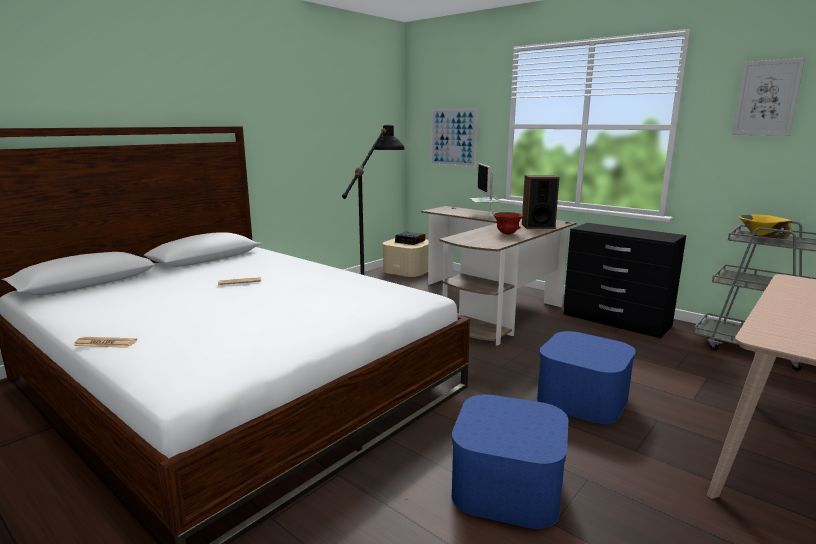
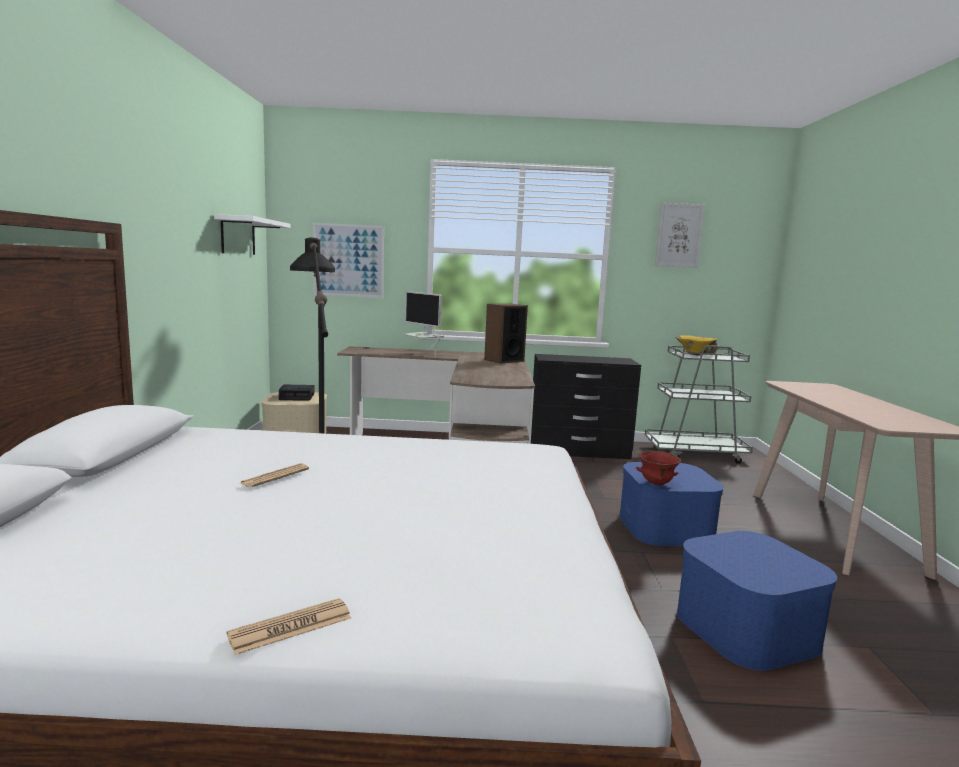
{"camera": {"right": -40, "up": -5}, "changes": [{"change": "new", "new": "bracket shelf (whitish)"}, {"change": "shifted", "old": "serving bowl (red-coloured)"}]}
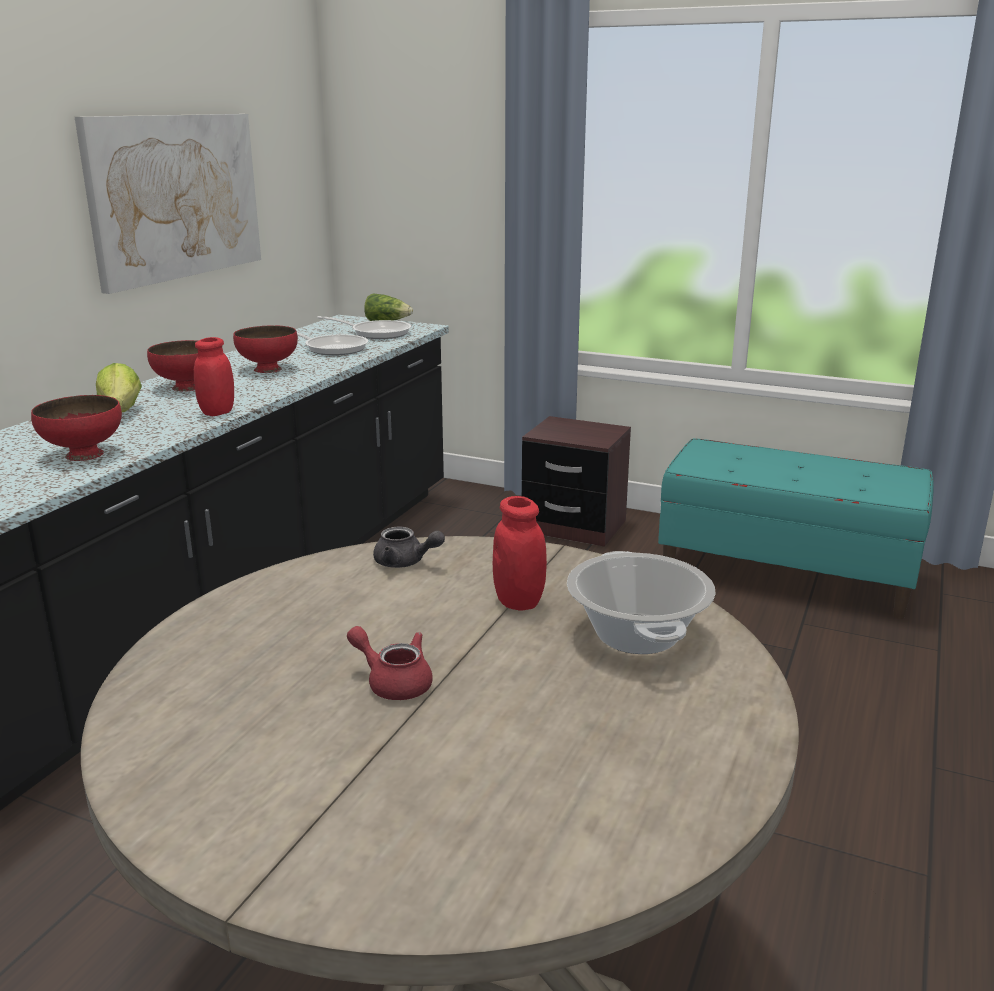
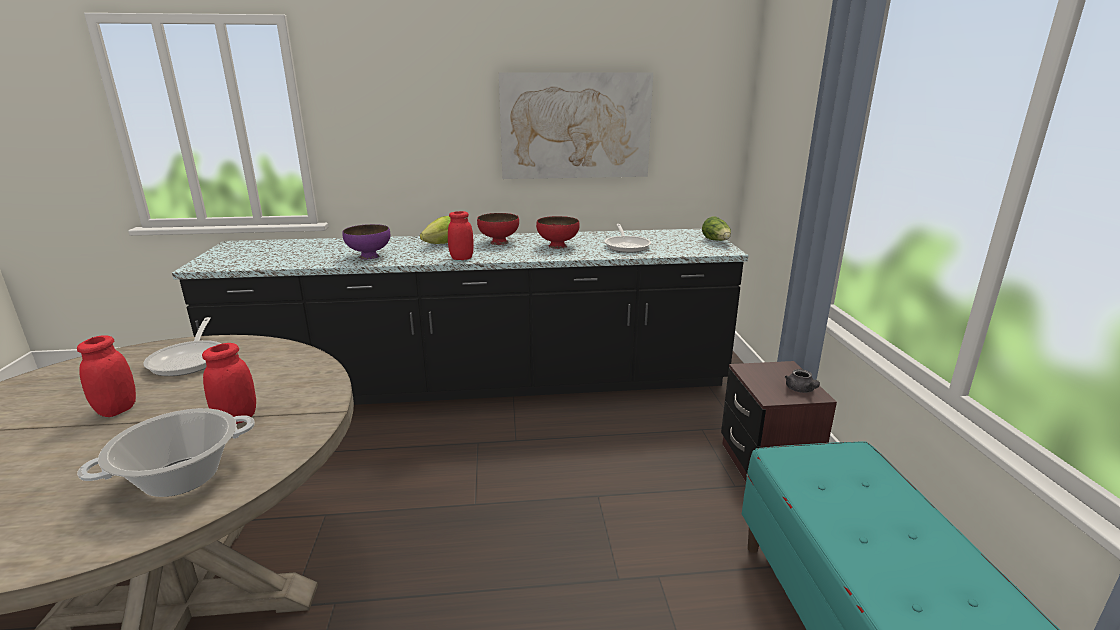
{"camera": {"right": 60, "up": 0}, "changes": [{"change": "shifted", "old": "skillet (no. 2 from left in the first image)", "new": "skillet (no. 1 from left)"}, {"change": "shifted", "old": "pot for tea (grey)"}, {"change": "swapped", "old": "pot for tea (red-coloured)", "new": "jar (red-coloured) (no. 1 from left)"}, {"change": "repainted", "old": "serving bowl (red-coloured) (no. 1 from left)", "new": "serving bowl (purple)"}]}
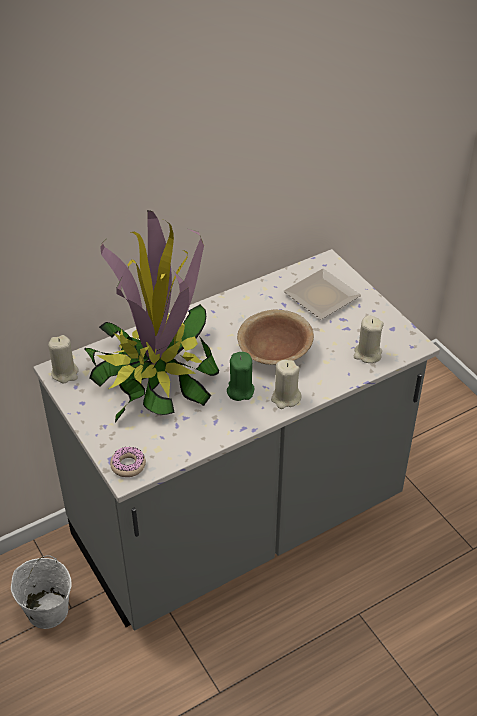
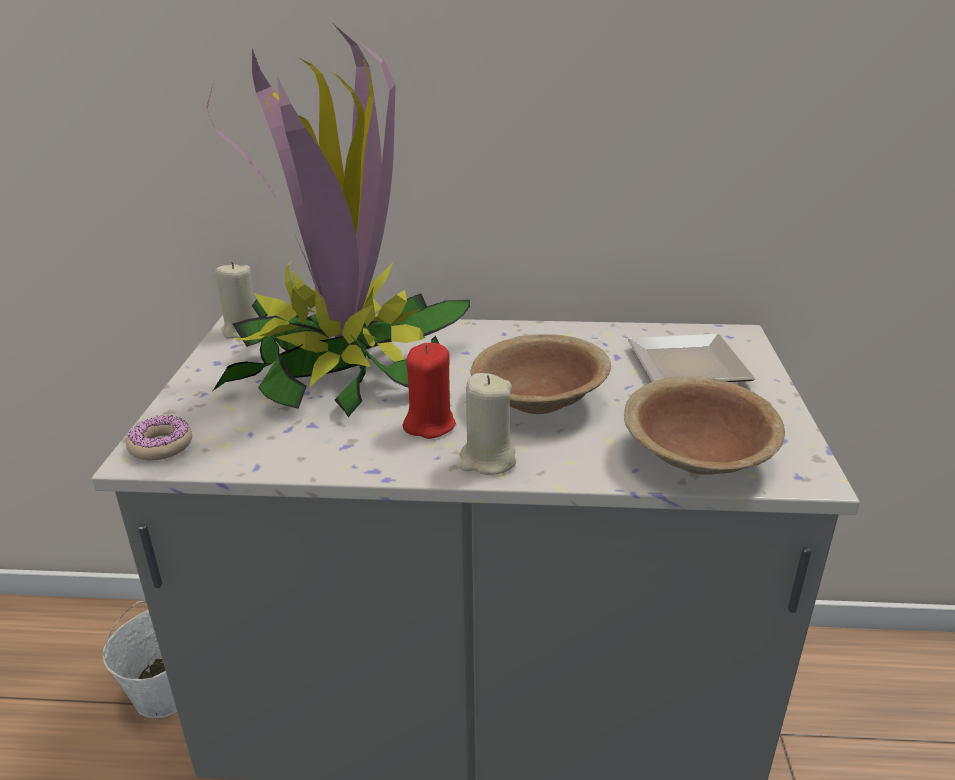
{"camera": {"right": 35, "up": -15}, "changes": [{"change": "swapped", "old": "candle (beige-coloured) (no. 3 from left)", "new": "serving bowl (brown-coloured) (no. 2 from left)"}, {"change": "repainted", "old": "candle (green)", "new": "candle (red-coloured)"}]}
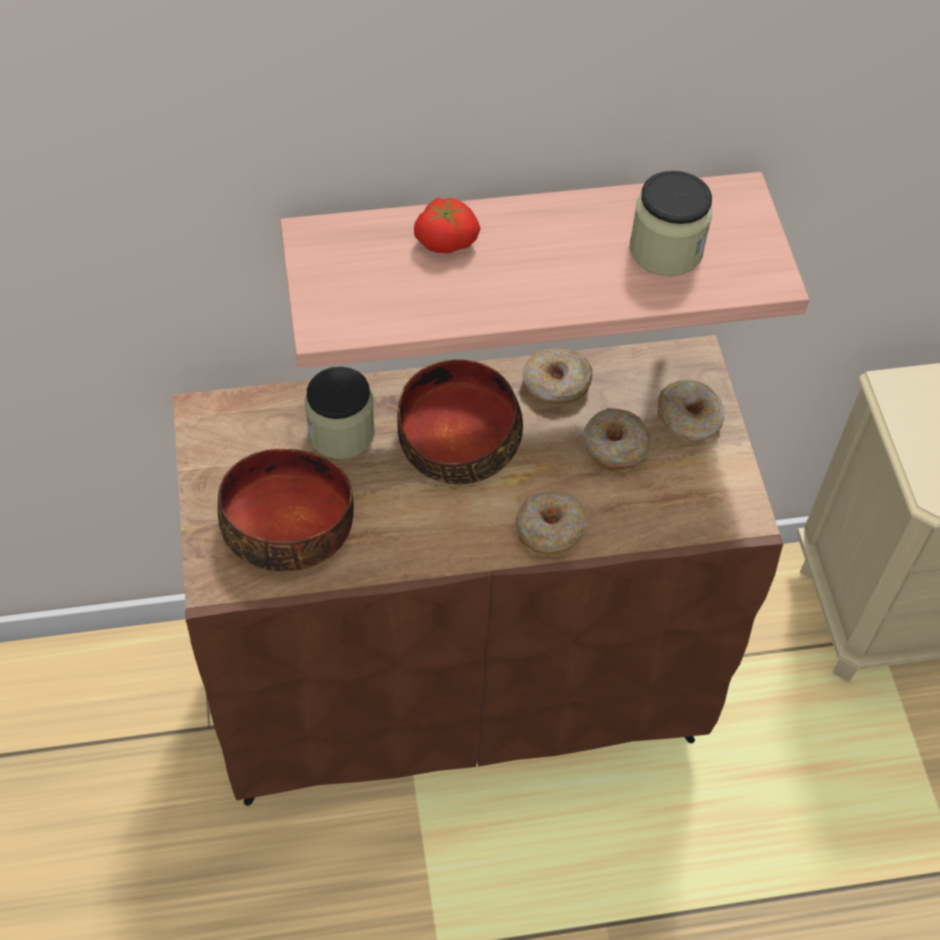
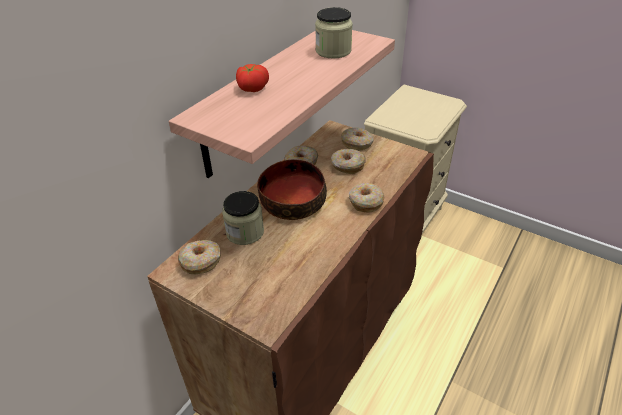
{"camera": {"right": -45, "up": -15}, "changes": [{"change": "gone", "old": "serving bowl (no. 1 from left)"}, {"change": "new", "new": "doughnut (no. 1 from left)"}]}
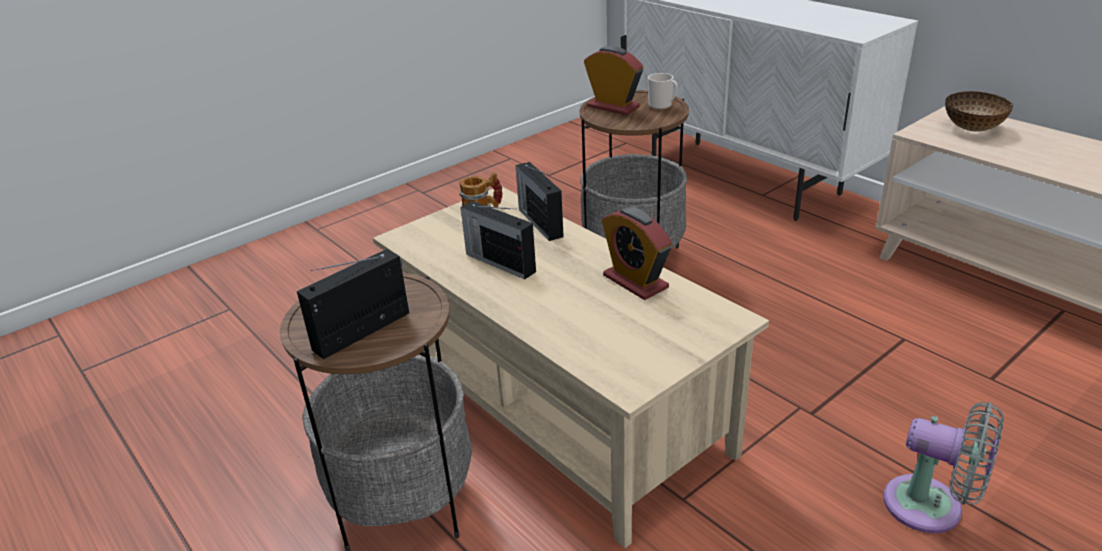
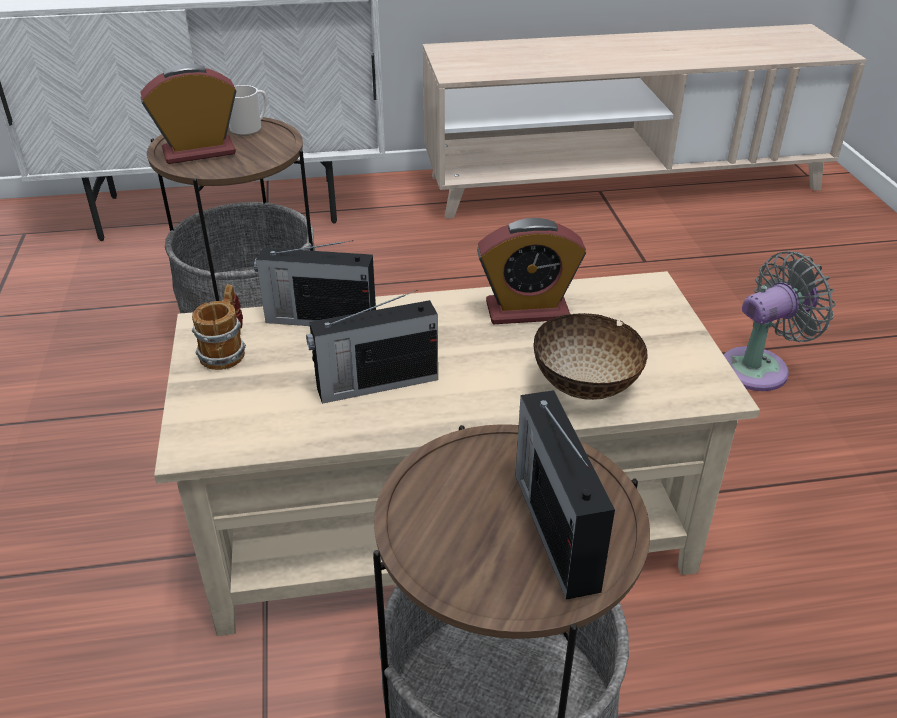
{"camera": {"right": -60, "up": 5}, "changes": [{"change": "shifted", "old": "serving bowl"}]}
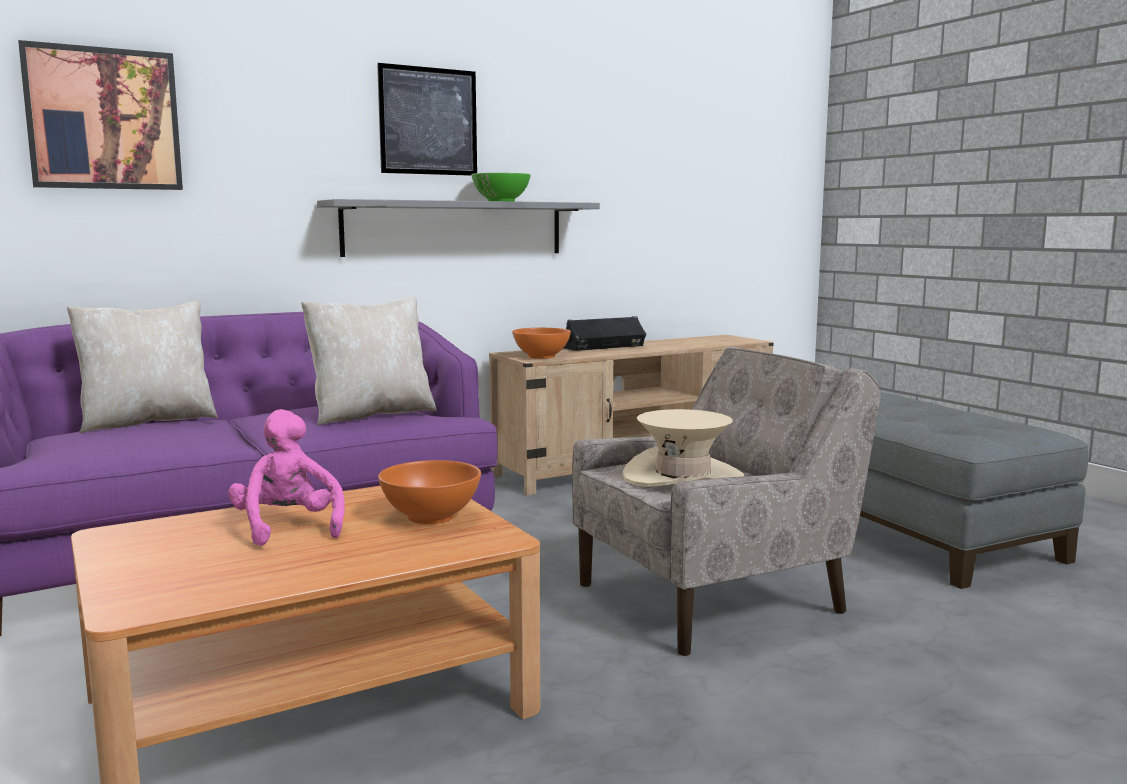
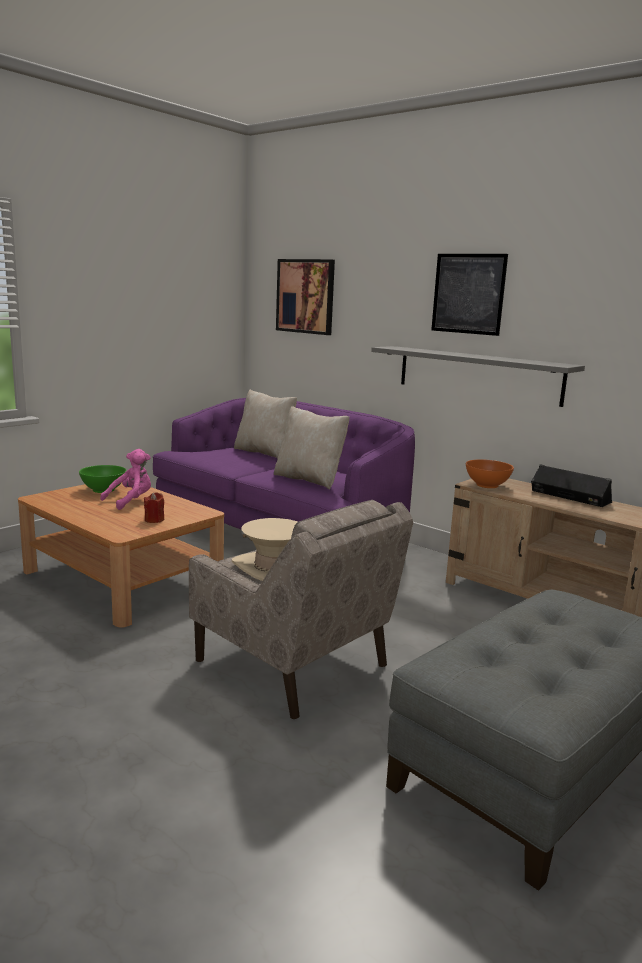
{"camera": {"right": 70, "up": 5}, "changes": [{"change": "shifted", "old": "serving bowl (green)"}, {"change": "swapped", "old": "serving bowl (orange) (no. 1 from left)", "new": "candle (red-coloured)"}]}
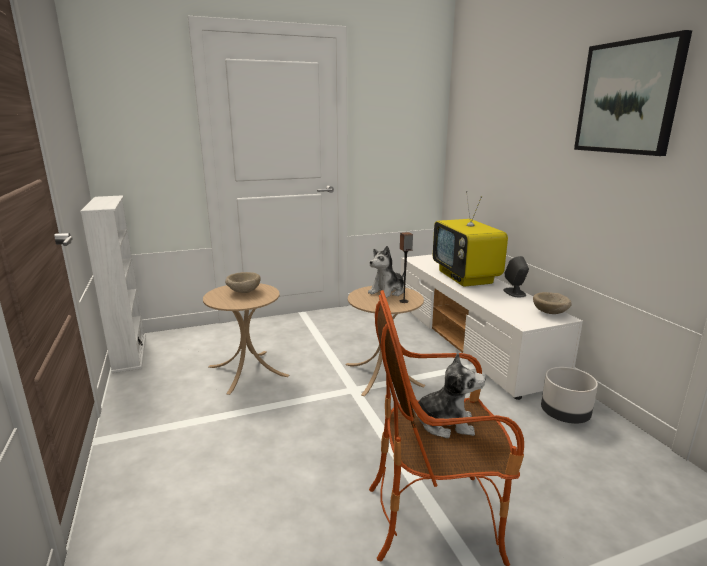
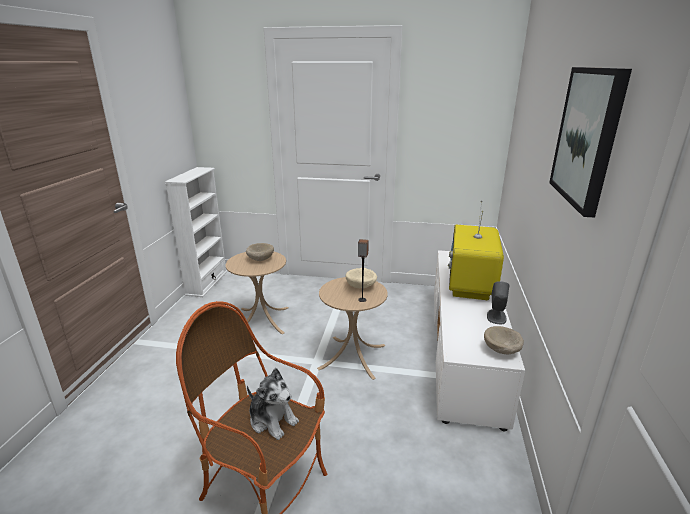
{"camera": {"right": 30, "up": 5}, "changes": [{"change": "gone", "old": "plant pot (grey)"}, {"change": "swapped", "old": "soft toy (no. 1 from left)", "new": "serving bowl (beige-coloured) (no. 2 from left)"}]}
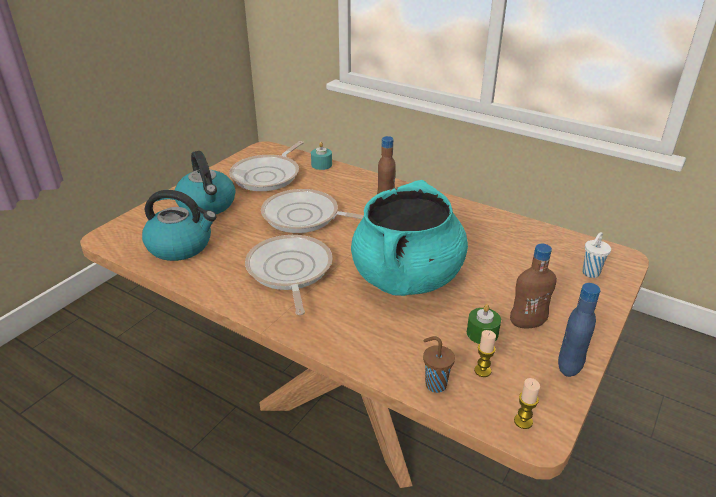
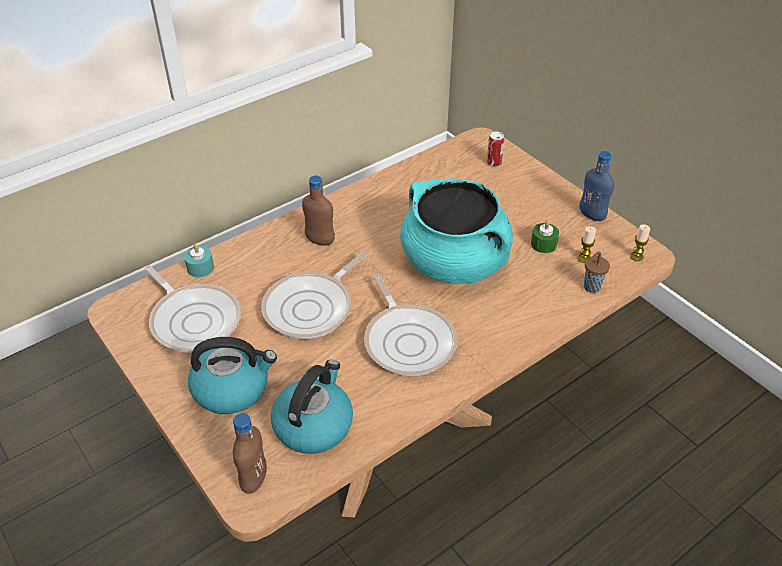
{"camera": {"right": -70, "up": 10}, "changes": [{"change": "shifted", "old": "beverage bottle (brown-coloured) (no. 2 from left in the first image)", "new": "beverage bottle (brown-coloured) (no. 1 from left)"}, {"change": "swapped", "old": "small cup (whitish)", "new": "can"}, {"change": "rotated", "old": "skillet (no. 2 from left in the first image)", "degrees": -120}]}
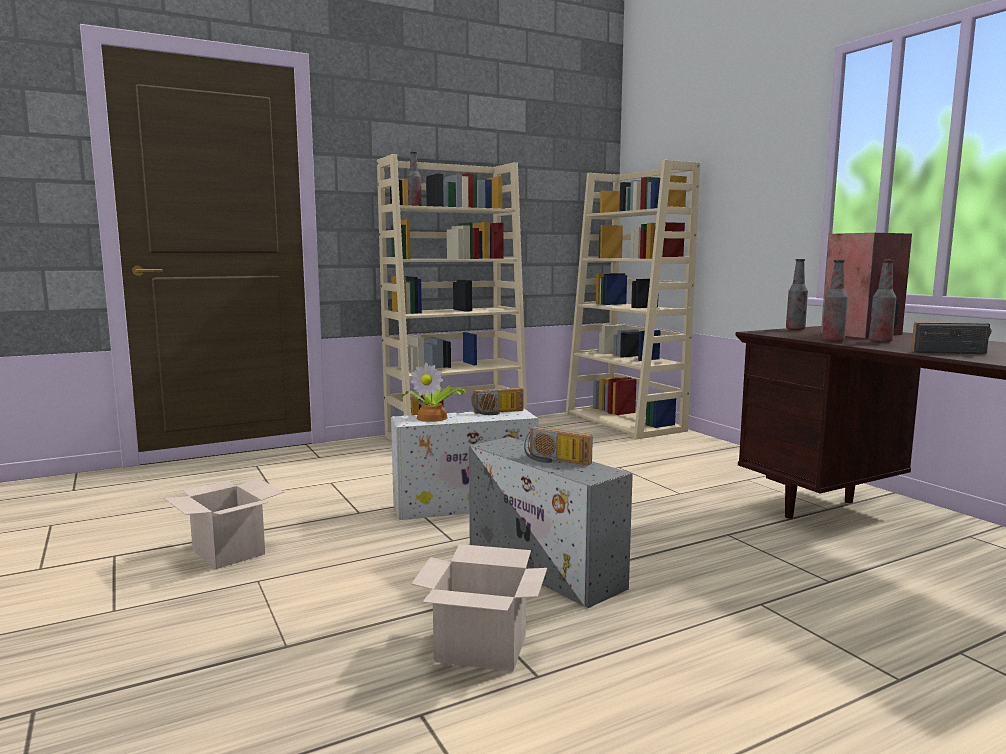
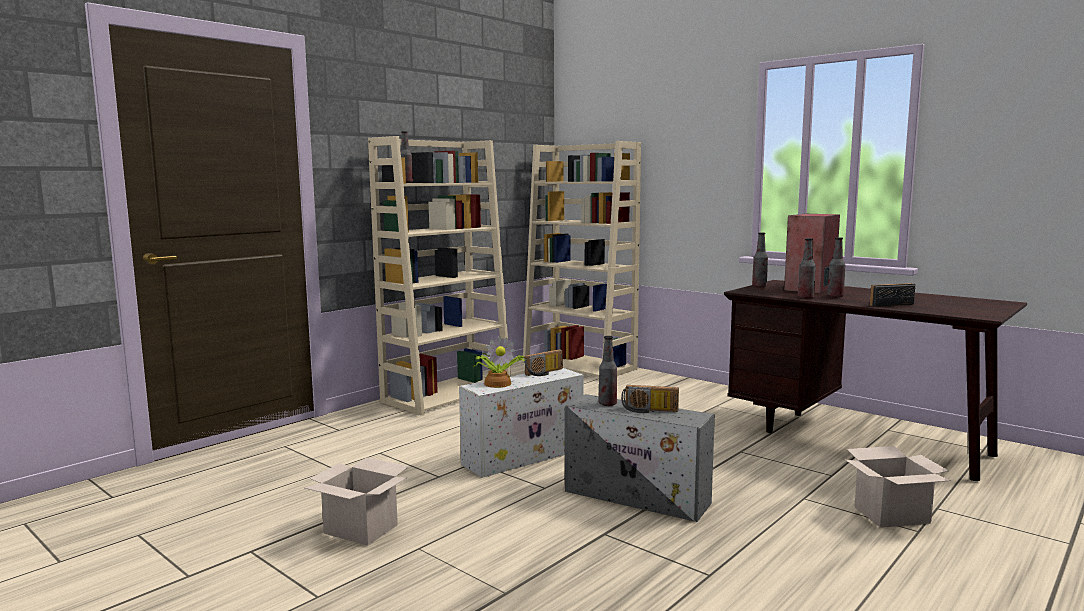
{"camera": {"right": -20, "up": 0}, "changes": [{"change": "new", "new": "beverage bottle (no. 2 from left)"}, {"change": "shifted", "old": "cardboard box (no. 2 from left)"}]}
